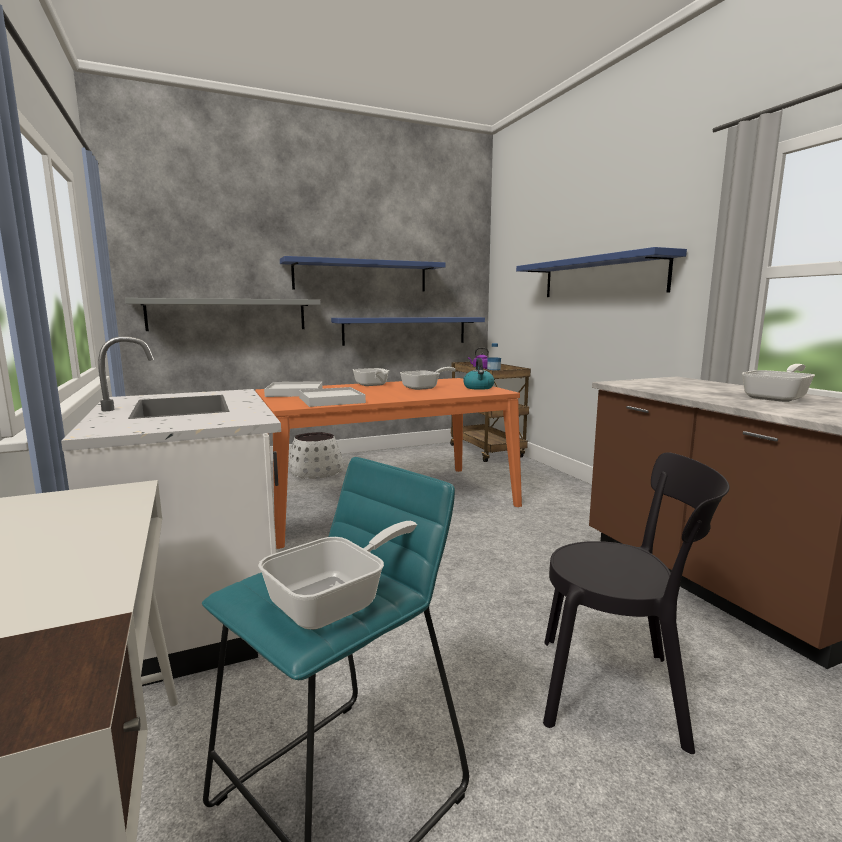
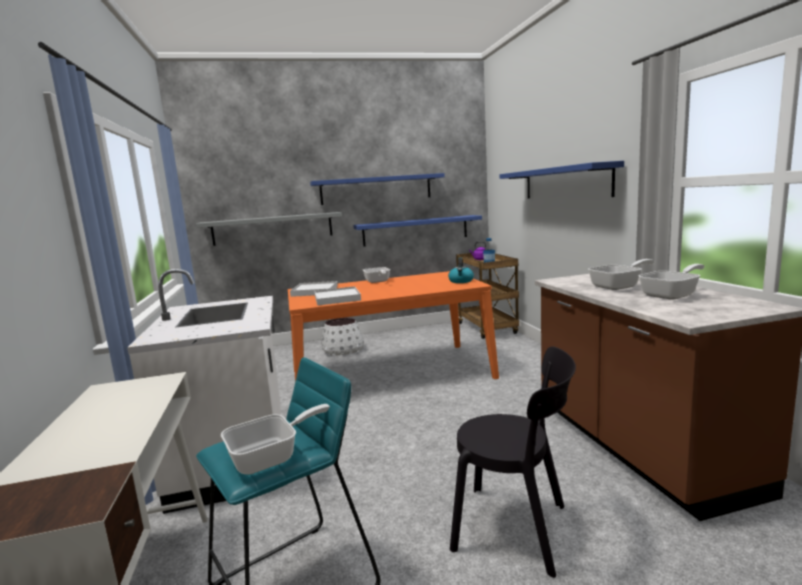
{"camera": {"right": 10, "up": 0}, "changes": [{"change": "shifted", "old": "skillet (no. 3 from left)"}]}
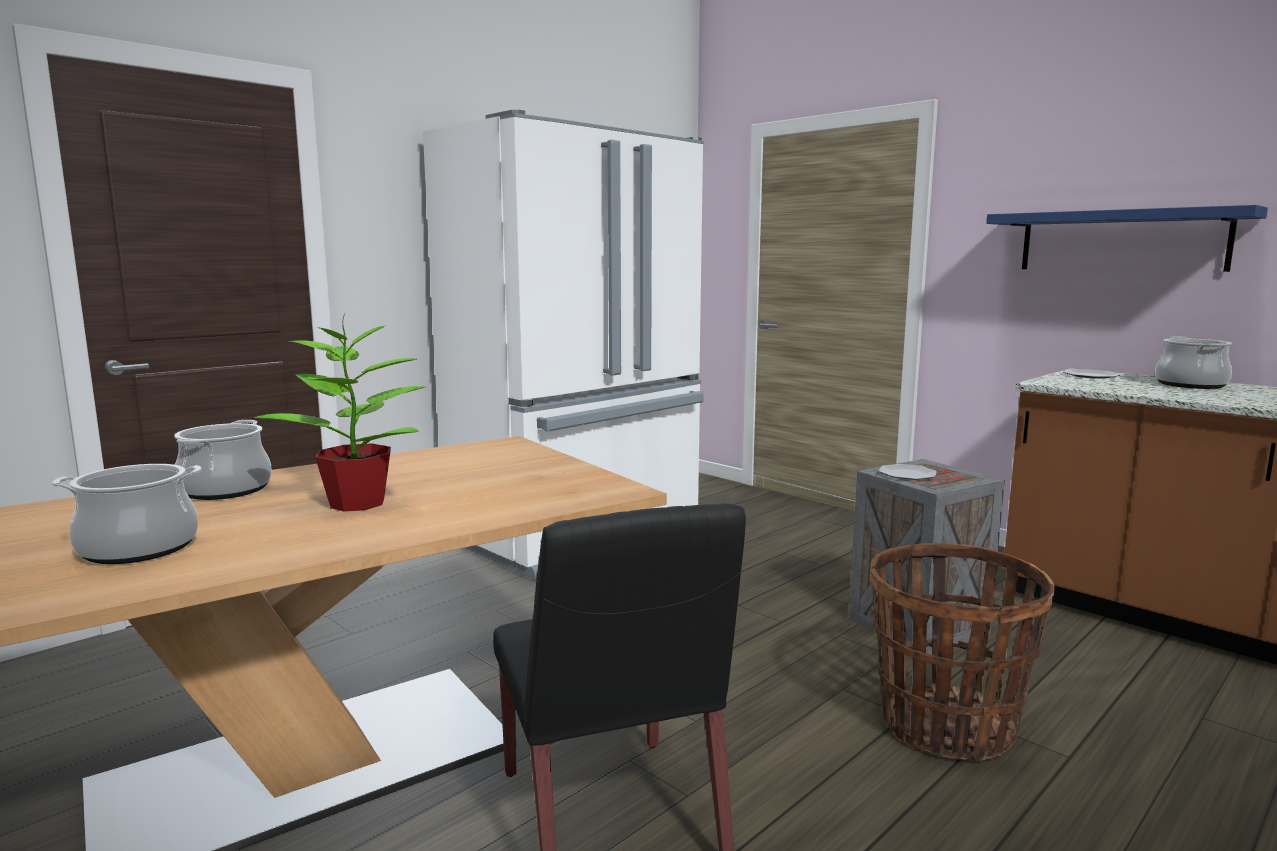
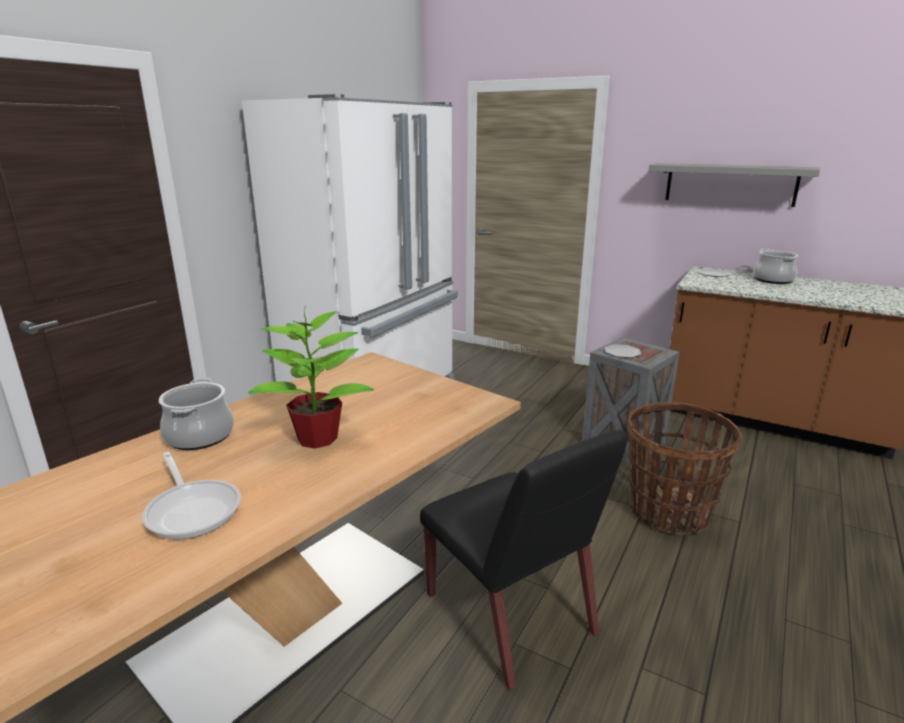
{"camera": {"right": -15, "up": 10}, "changes": [{"change": "swapped", "old": "cooking pot (no. 1 from left)", "new": "skillet"}, {"change": "repainted", "old": "bracket shelf (bluish)", "new": "bracket shelf (grey)"}]}
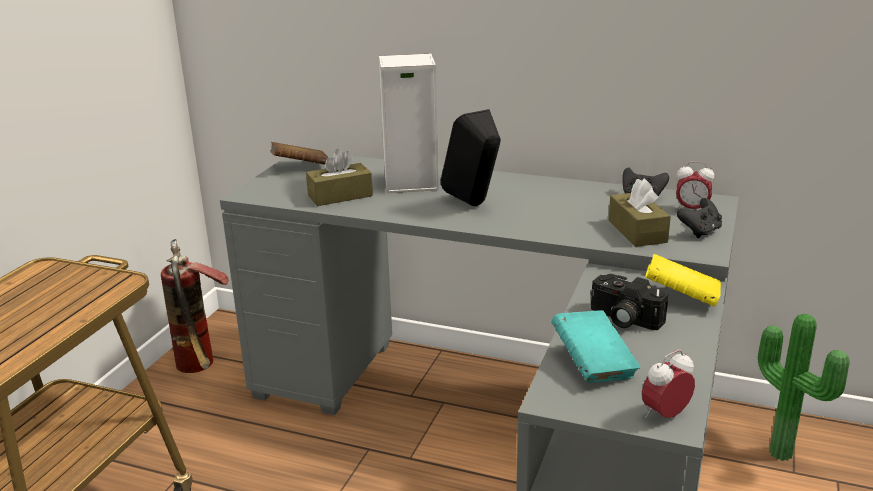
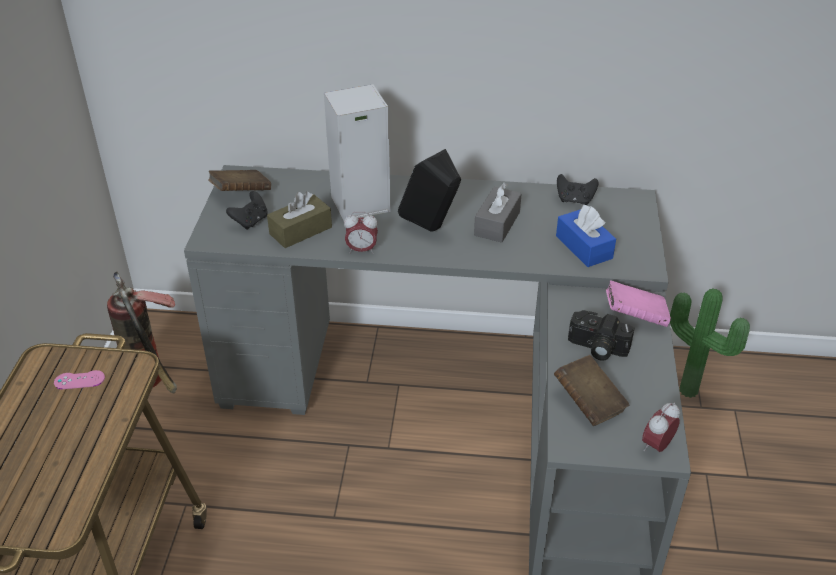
{"camera": {"right": -15, "up": 15}, "changes": [{"change": "new", "new": "gamepad (pink-coloured)"}, {"change": "new", "new": "tissue holder (grey)"}, {"change": "shifted", "old": "bedside clock (no. 2 from left in the first image)", "new": "bedside clock (no. 1 from left)"}, {"change": "shifted", "old": "gamepad (blackish) (no. 2 from left in the first image)", "new": "gamepad (blackish) (no. 1 from left)"}, {"change": "repainted", "old": "bound book (blue-green)", "new": "bound book (brown-coloured) (no. 2 from left)"}, {"change": "repainted", "old": "tissue holder (brown-coloured) (no. 2 from left)", "new": "tissue holder (bluish)"}, {"change": "repainted", "old": "bound book (yellow)", "new": "bound book (pink-coloured)"}]}
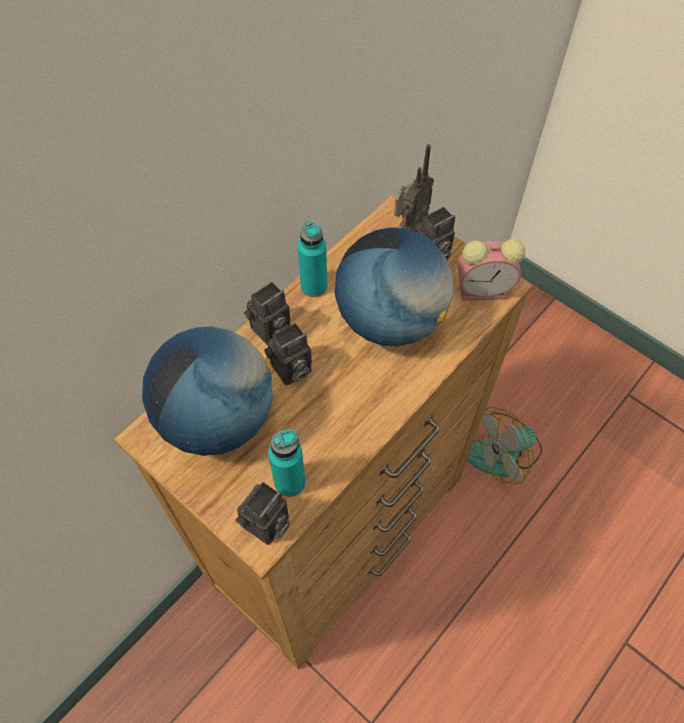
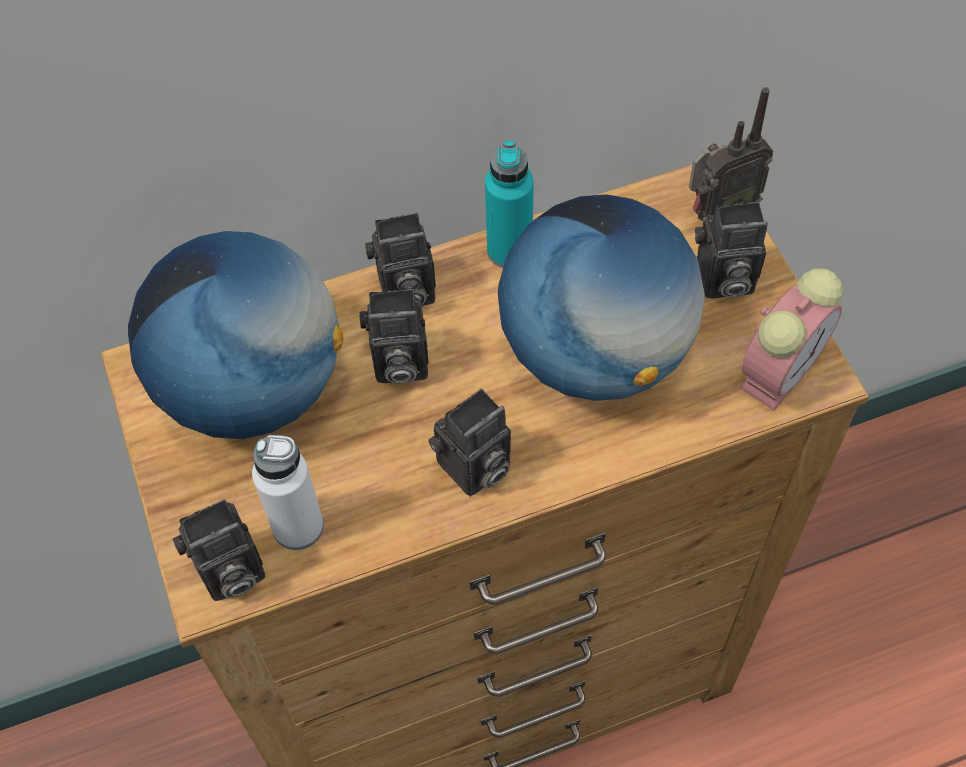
{"camera": {"right": 30, "up": 0}, "changes": [{"change": "gone", "old": "fan"}, {"change": "new", "new": "photo camera (no. 4 from left)"}, {"change": "repainted", "old": "beverage bottle (blue-green) (no. 1 from left)", "new": "beverage bottle (whitish)"}, {"change": "rotated", "old": "bedside clock", "degrees": -75}]}
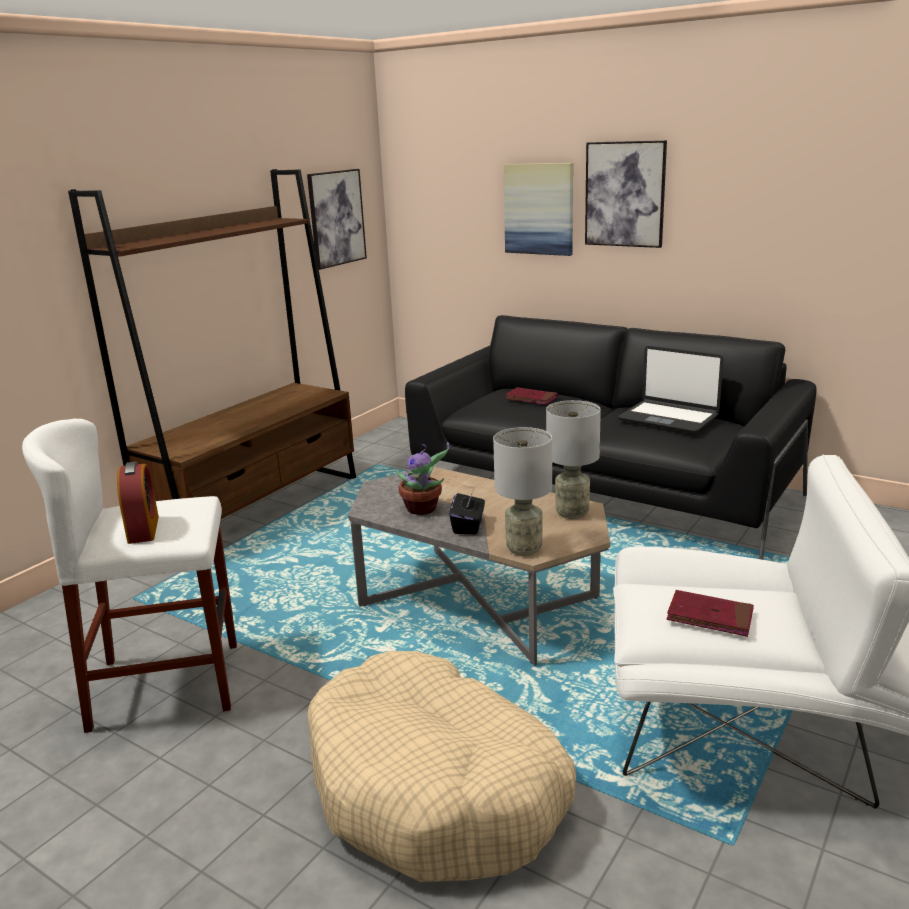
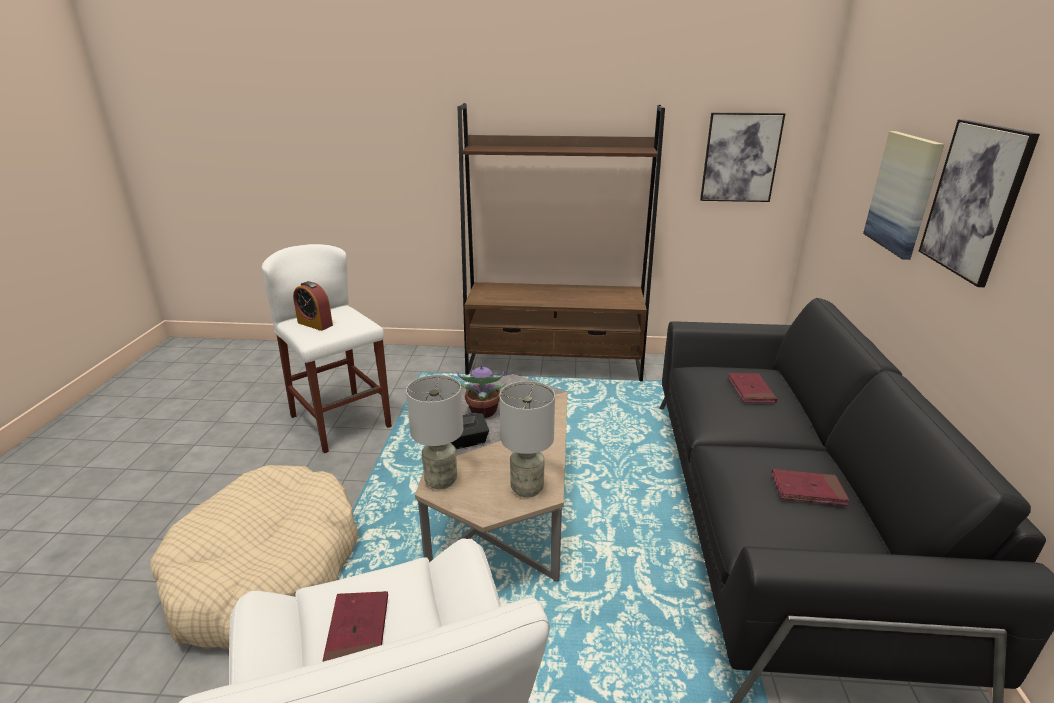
{"camera": {"right": 60, "up": 5}, "changes": [{"change": "swapped", "old": "portable computer", "new": "bound book (red-coloured) (no. 3 from left)"}, {"change": "rotated", "old": "bedside clock", "degrees": 75}]}
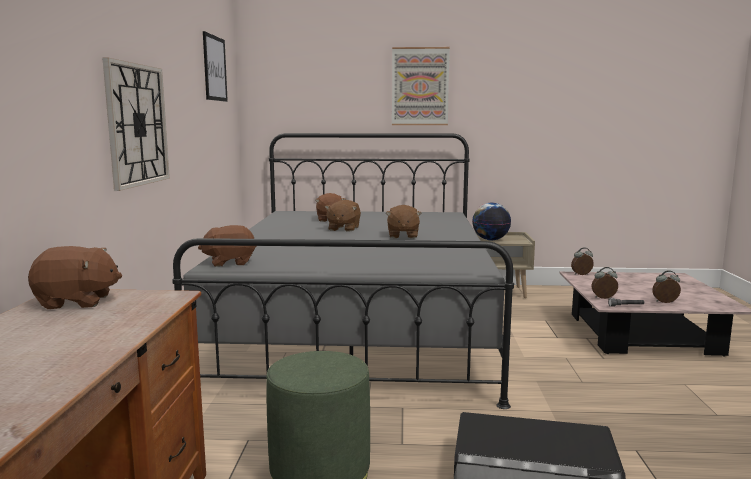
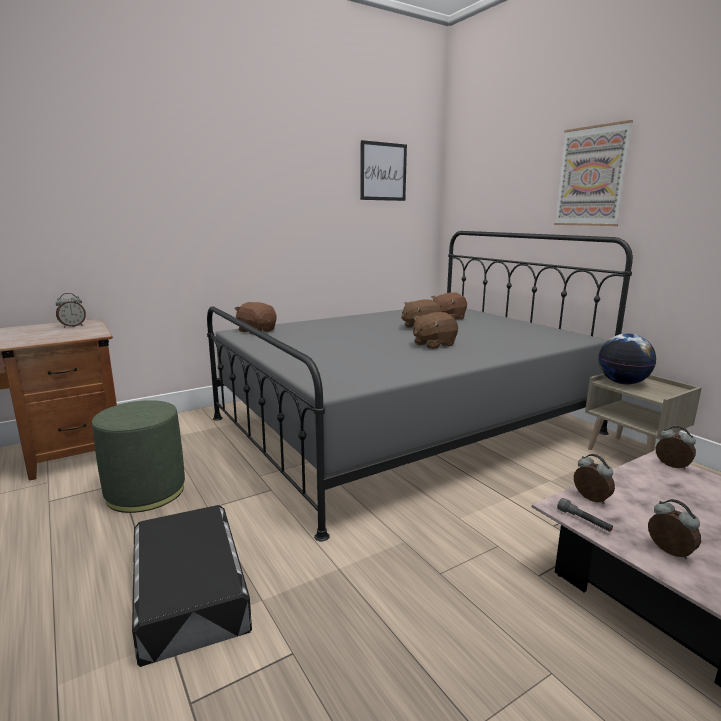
{"camera": {"right": 55, "up": 5}, "changes": [{"change": "gone", "old": "hanging clock"}, {"change": "swapped", "old": "soft toy (brown-coloured) (no. 1 from left)", "new": "bedside clock (no. 1 from left)"}]}
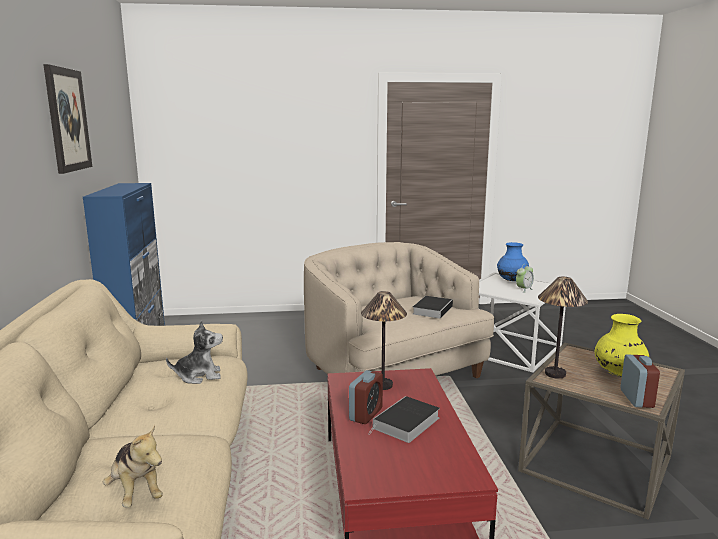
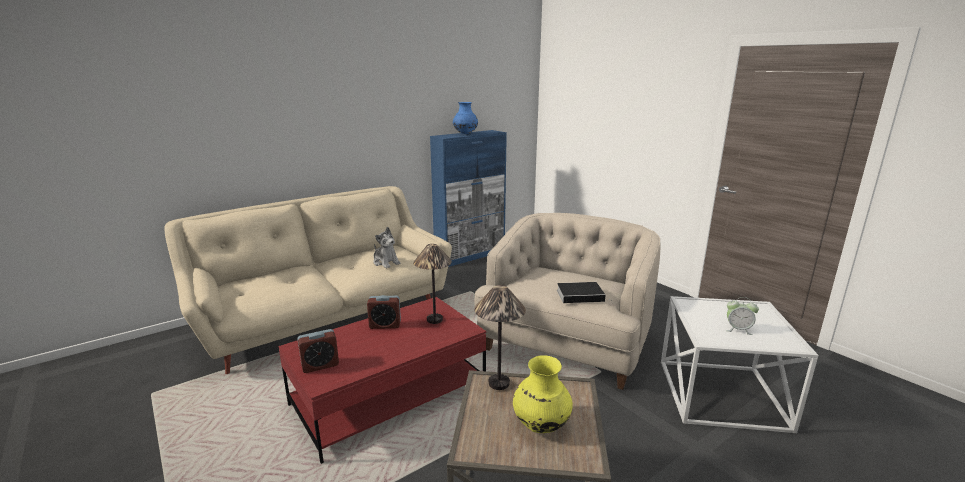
{"camera": {"right": 60, "up": 5}, "changes": [{"change": "gone", "old": "wall picture"}, {"change": "gone", "old": "soft toy (no. 1 from left)"}, {"change": "gone", "old": "bound book (no. 1 from left)"}, {"change": "shifted", "old": "vase (bluish)"}, {"change": "shifted", "old": "bedside clock (no. 3 from left in the first image)", "new": "bedside clock (no. 1 from left)"}]}
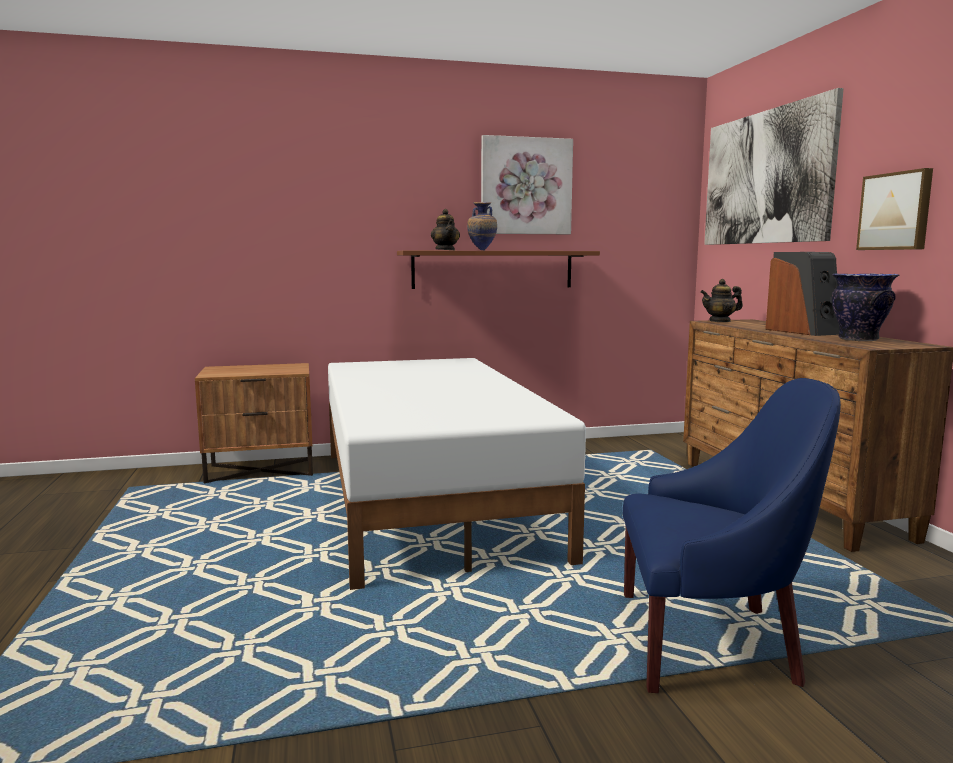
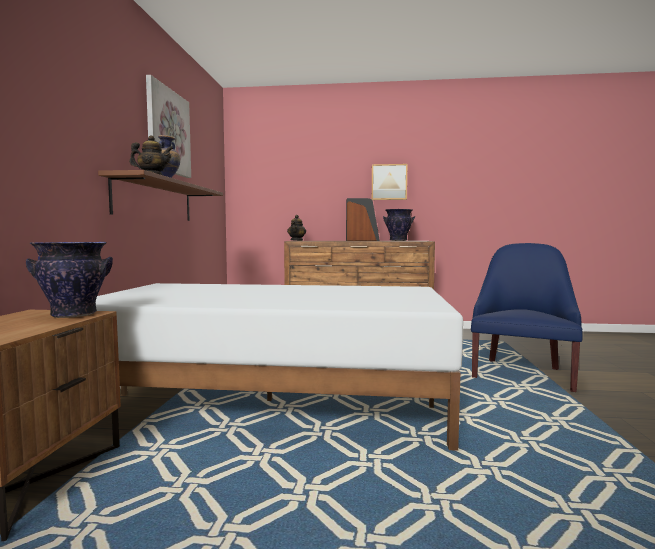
{"camera": {"right": -70, "up": -5}, "changes": [{"change": "gone", "old": "wall picture (no. 2 from left)"}, {"change": "new", "new": "vase (no. 1 from left)"}]}
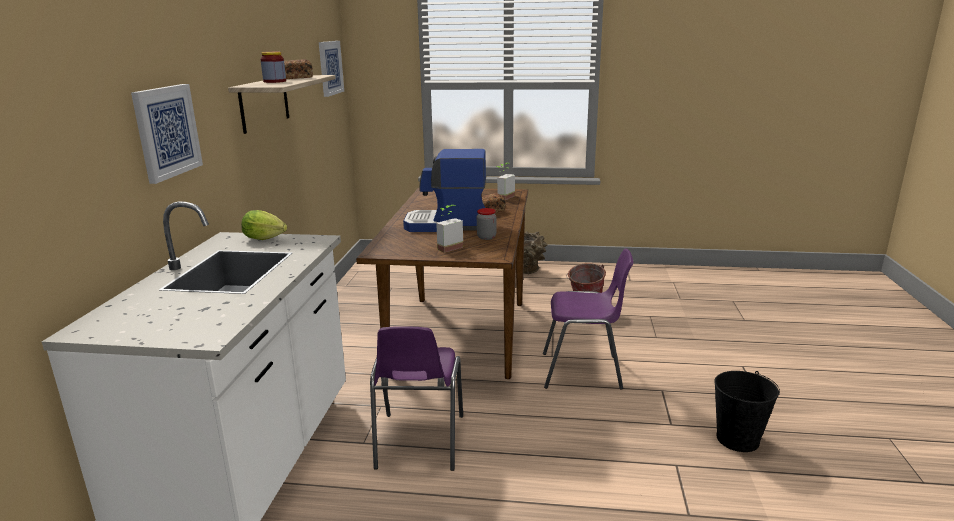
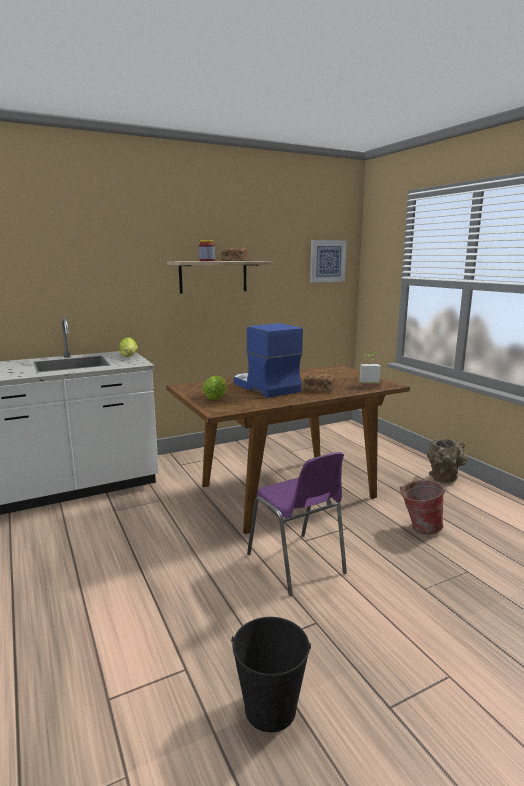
{"camera": {"right": 55, "up": -5}, "changes": [{"change": "gone", "old": "wall picture (no. 1 from left)"}, {"change": "gone", "old": "chair (purple) (no. 1 from left)"}, {"change": "gone", "old": "jar (no. 2 from left)"}, {"change": "swapped", "old": "plant in a pot (no. 1 from left)", "new": "lettuce (no. 2 from left)"}]}
